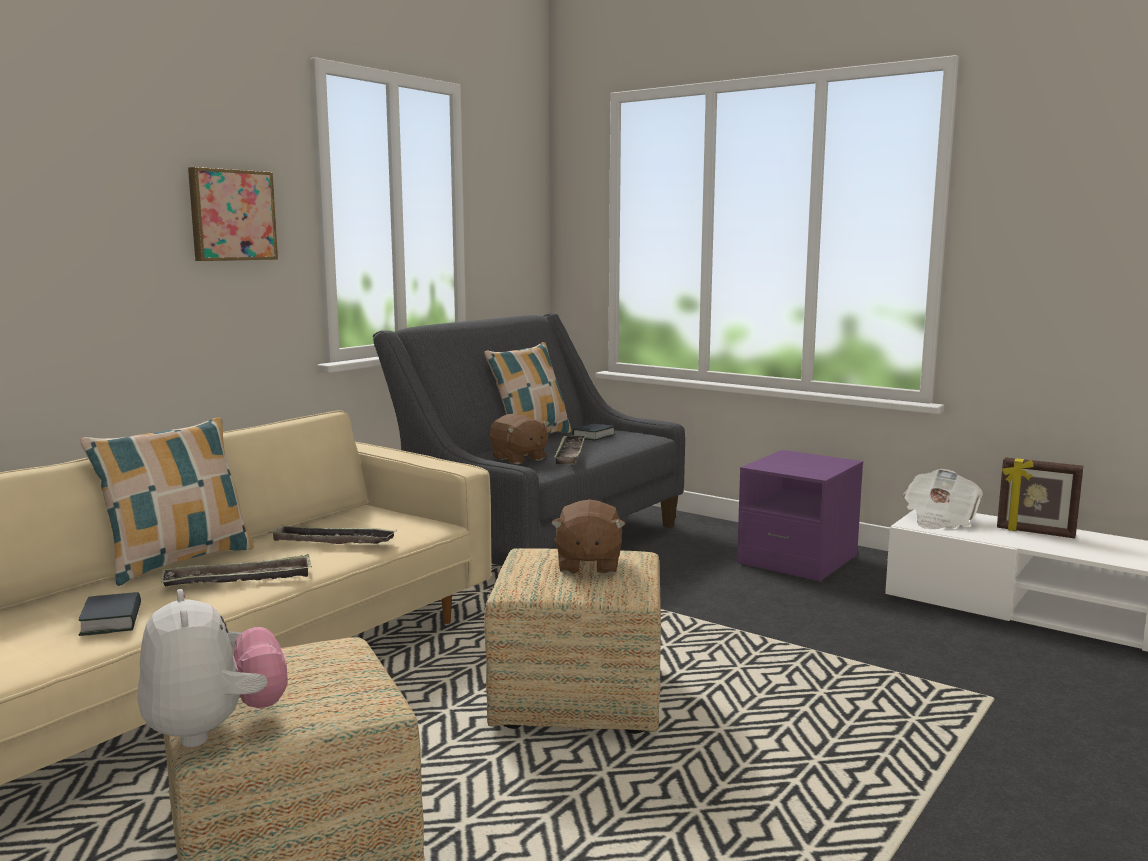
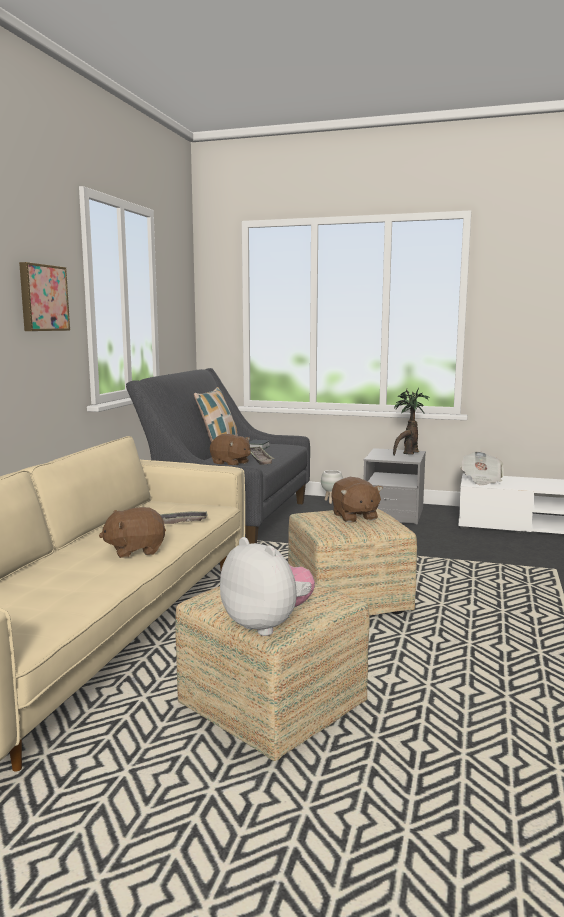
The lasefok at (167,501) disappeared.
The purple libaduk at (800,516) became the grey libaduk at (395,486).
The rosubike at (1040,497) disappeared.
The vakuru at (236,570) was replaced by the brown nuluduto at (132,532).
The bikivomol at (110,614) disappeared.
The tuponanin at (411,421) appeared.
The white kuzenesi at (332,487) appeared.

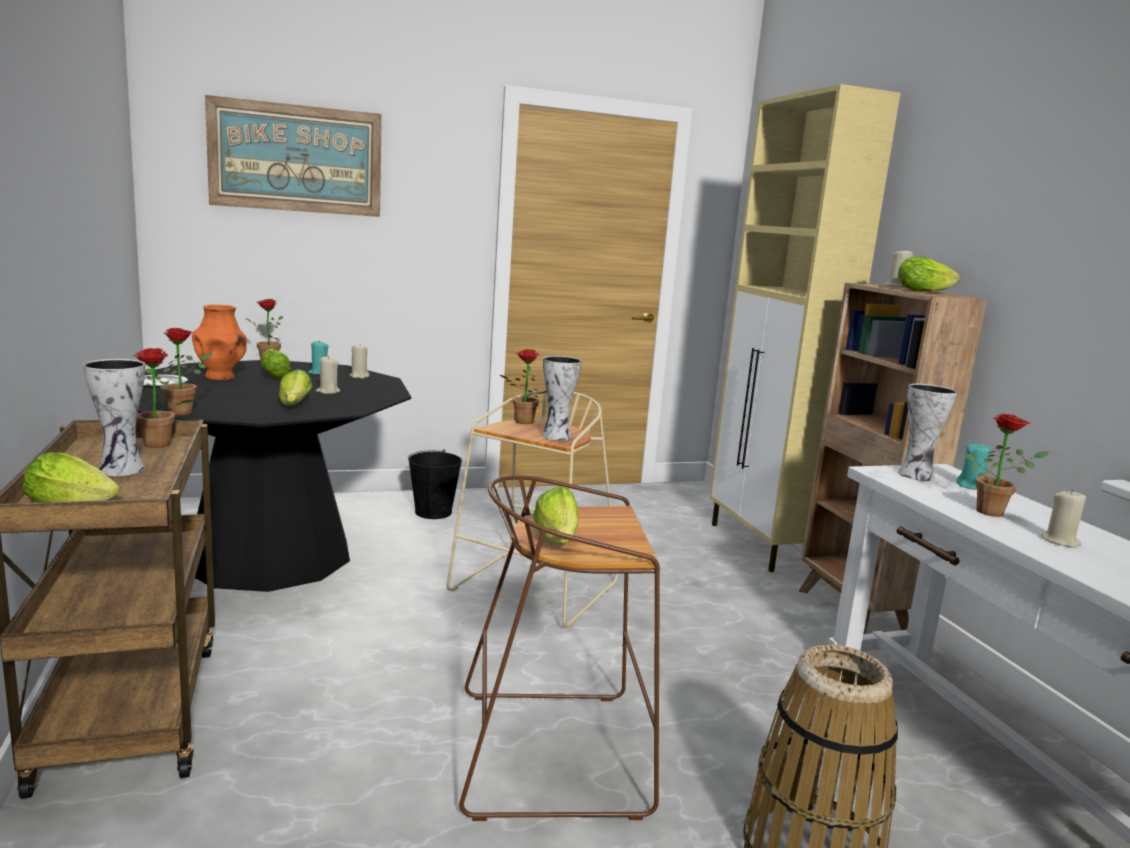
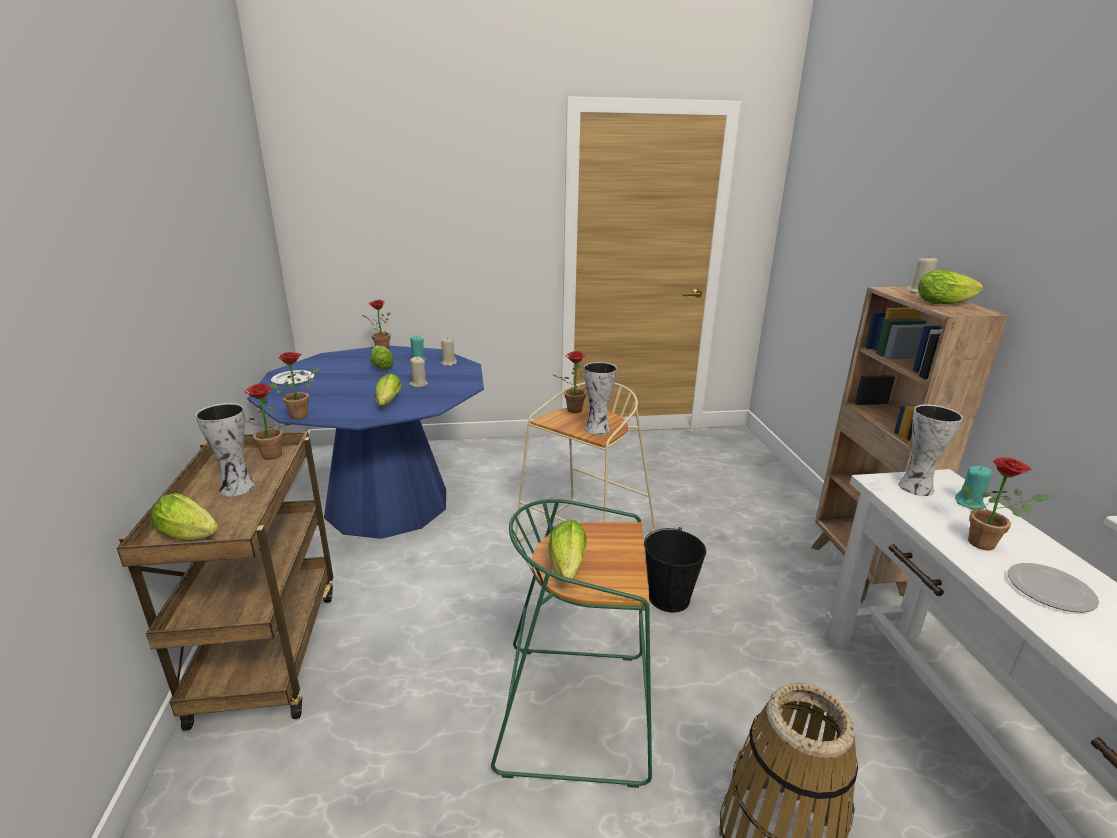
The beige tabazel at (804,328) disappeared.
The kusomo at (293,156) disappeared.
The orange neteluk at (219,342) disappeared.
The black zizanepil at (274,476) became the blue zizanepil at (365,442).
The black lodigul moved from (435,484) to (675,569).
The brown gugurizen at (559,648) became the green gugurizen at (571,643).
The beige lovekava at (1063,518) was replaced by the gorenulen at (1053,587).

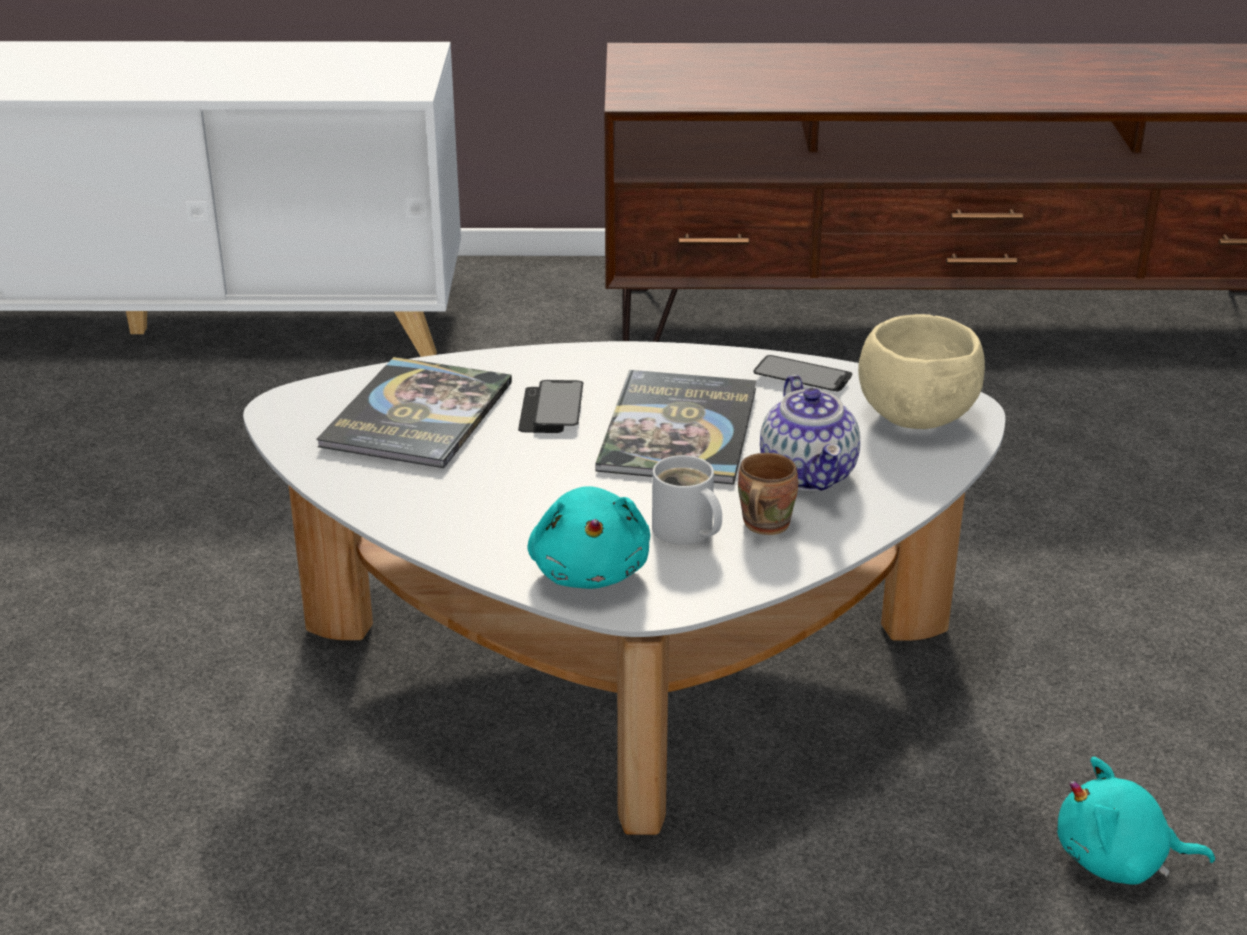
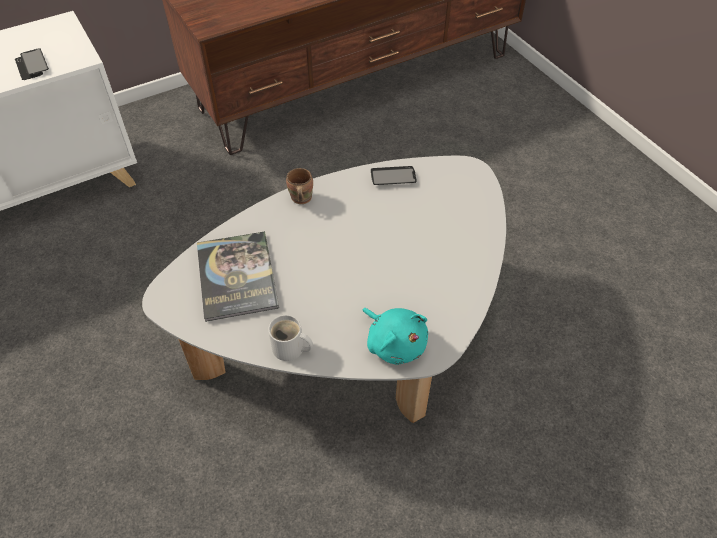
The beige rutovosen at (921,371) disappeared.
The bikivomol at (676,427) disappeared.
The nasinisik at (810,433) disappeared.
The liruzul moved from (550,406) to (32,64).
The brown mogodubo moved from (768,494) to (299,186).
The white mogodubo moved from (687,500) to (290,338).
The turquoise nuluduto at (1136,821) disappeared.

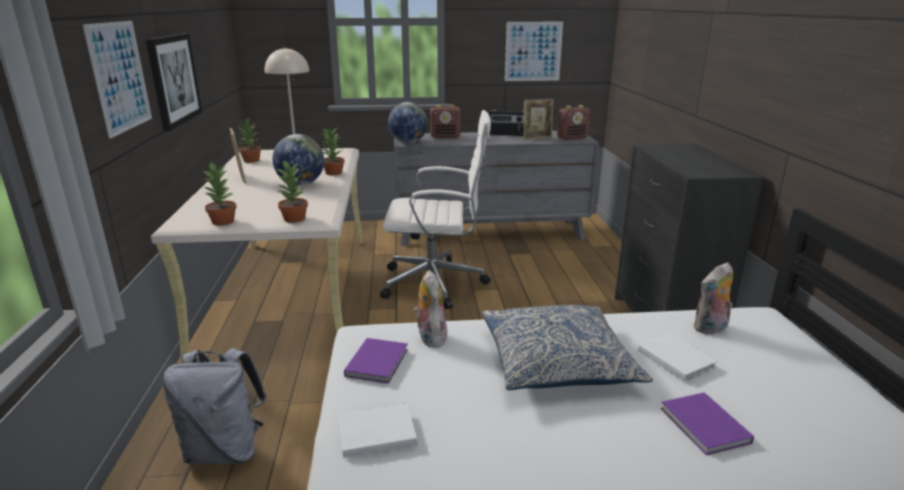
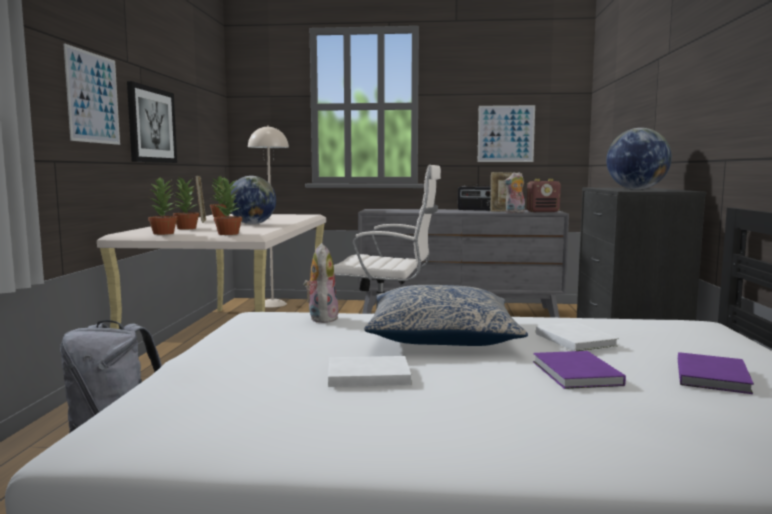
The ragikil moved from (408,122) to (639,159).
The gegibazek at (445,121) disappeared.
The tuponanin moved from (333,151) to (186,202).
The nuluduto moved from (713,298) to (514,192).
The purple bikivomol moved from (376,361) to (716,373).
The white bikivomol moved from (378,430) to (369,371).

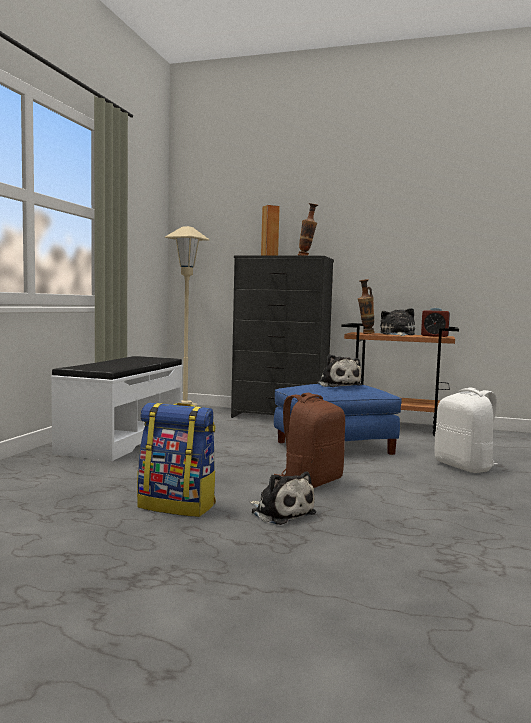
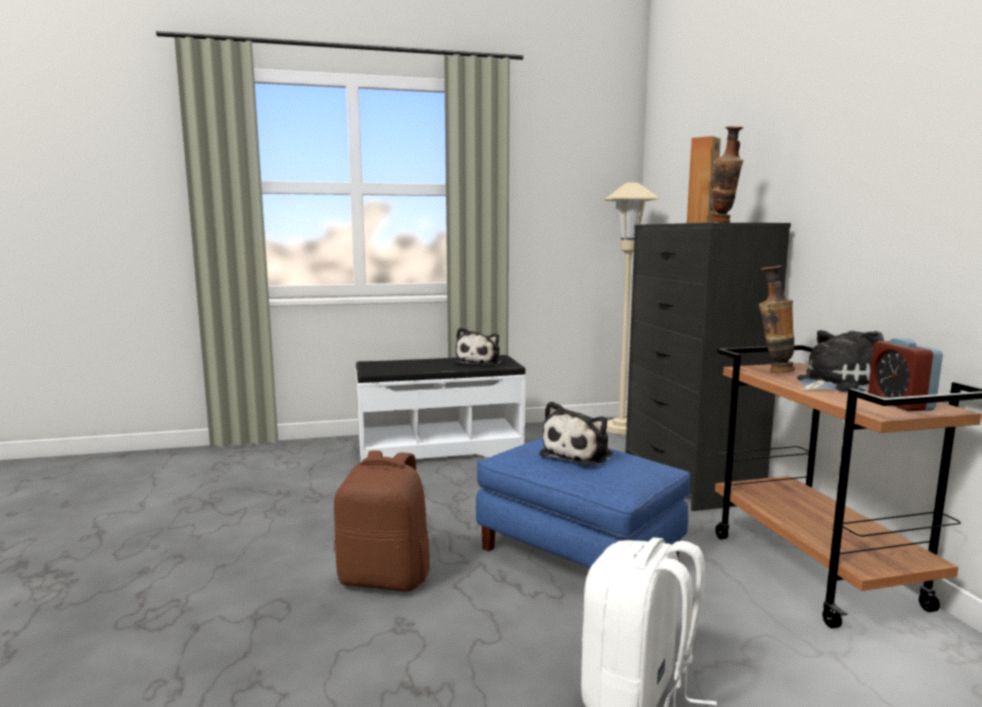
The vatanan at (176,460) disappeared.
The nuluduto moved from (283,498) to (478,346).

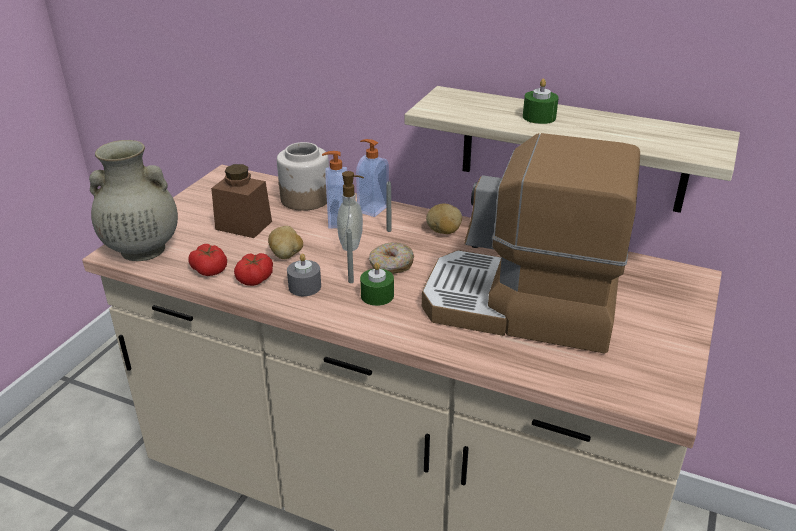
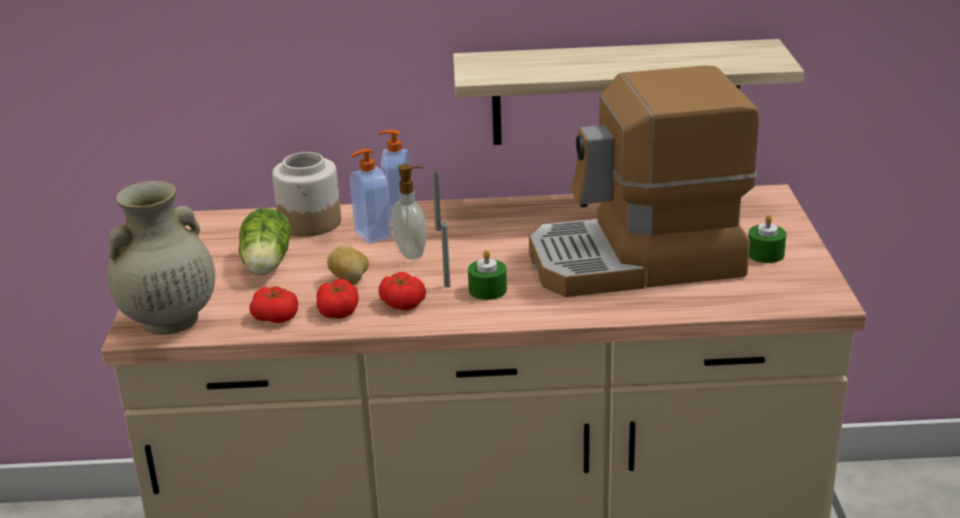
The green lovekava moved from (541,101) to (767,238).
The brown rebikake at (241,201) was replaced by the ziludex at (265,242).
The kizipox at (444,219) disappeared.
The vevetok at (391,258) disappeared.
The grey lovekava at (304,275) was replaced by the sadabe at (402,291).

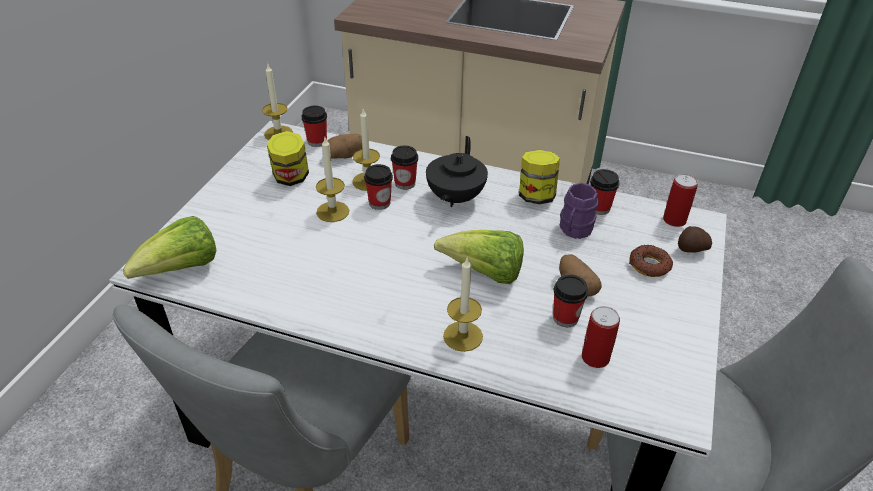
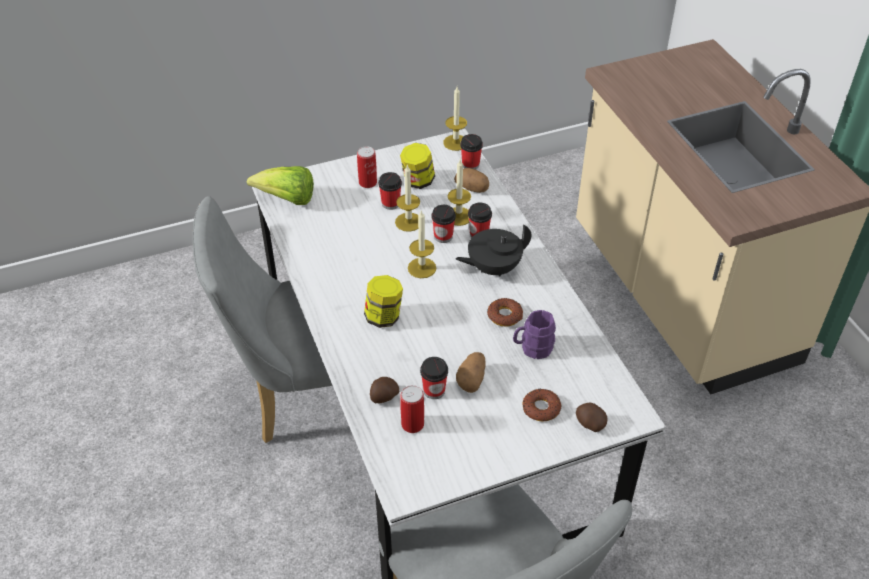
The rebikake moved from (539,177) to (383,301).
The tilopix moved from (604,192) to (390,191).
The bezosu moved from (680,200) to (367,167).
The ziludex at (479,257) disappeared.
The lovekava moved from (463,304) to (422,244).
The vevetok at (505,312) appeared.
The kizipox at (384,390) appeared.

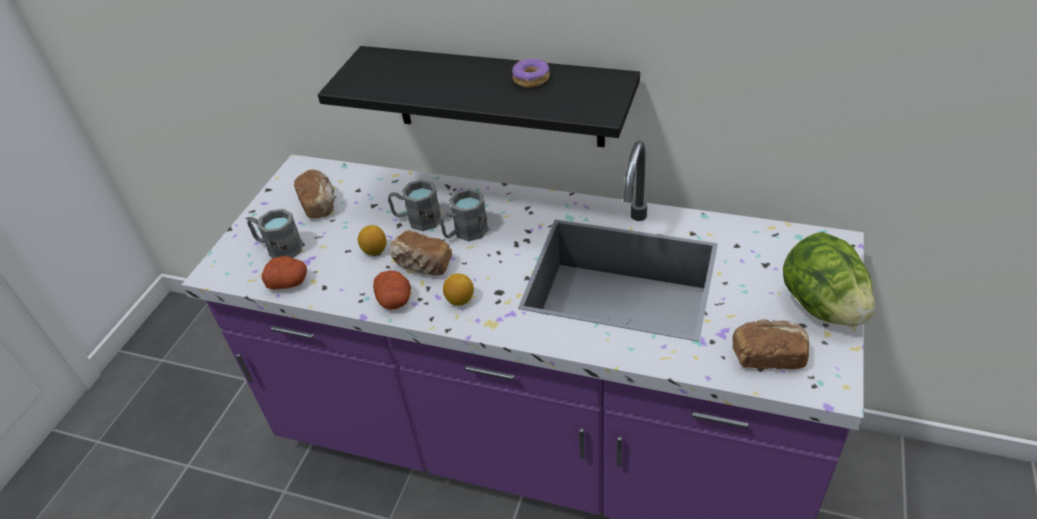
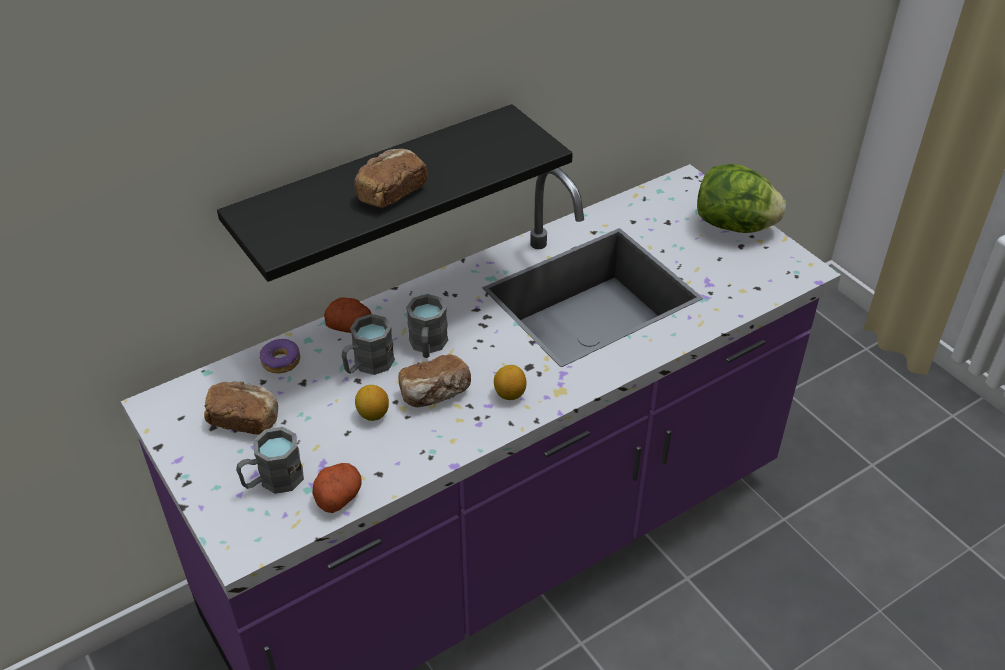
The vevetok moved from (531,73) to (279,356).
The kizipox moved from (392,290) to (347,315).
The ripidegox moved from (771,344) to (391,178).

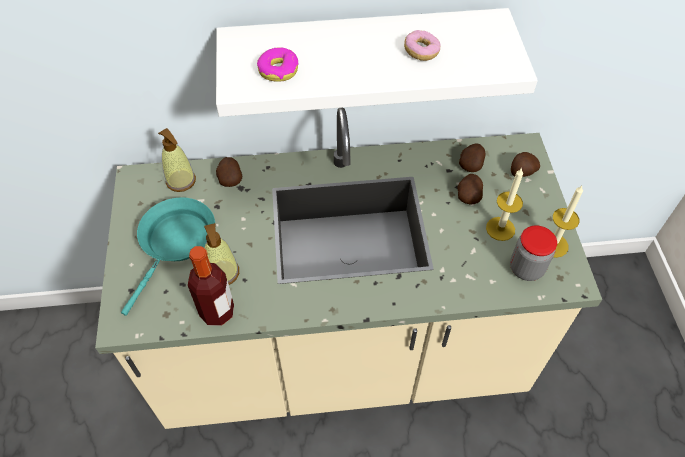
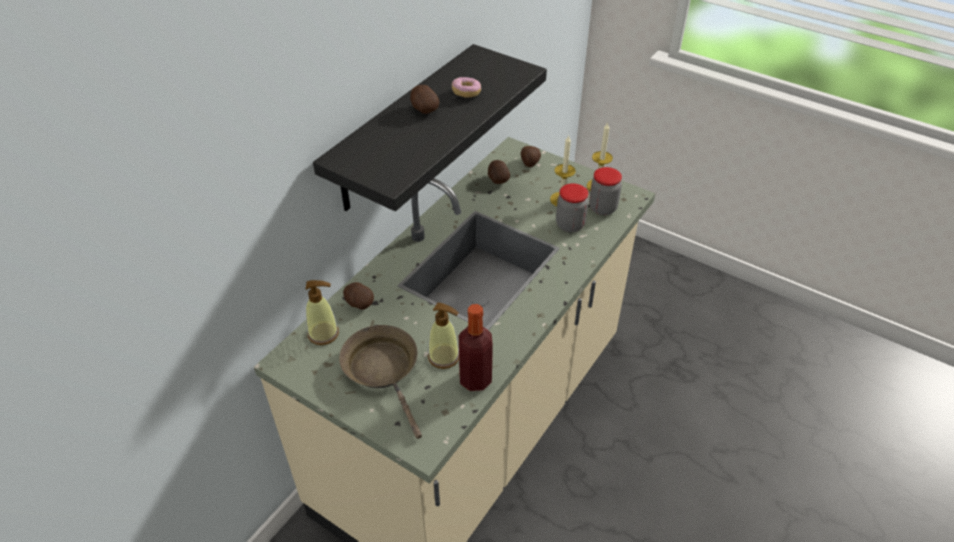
The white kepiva at (377,62) became the black kepiva at (430,127).
The vevetok at (277,64) disappeared.
The kizipox moved from (470,189) to (424,99).
The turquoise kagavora at (168,256) became the brown kagavora at (380,382).
The rebikake at (572,207) appeared.

